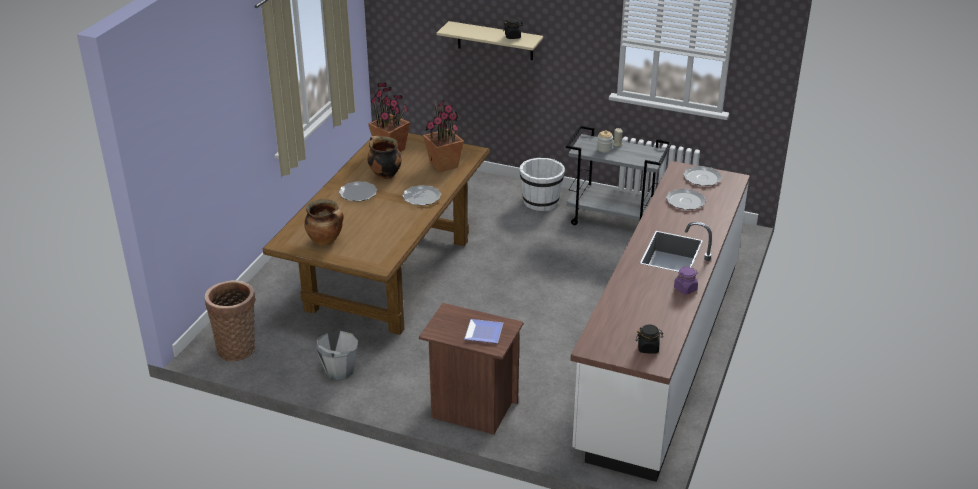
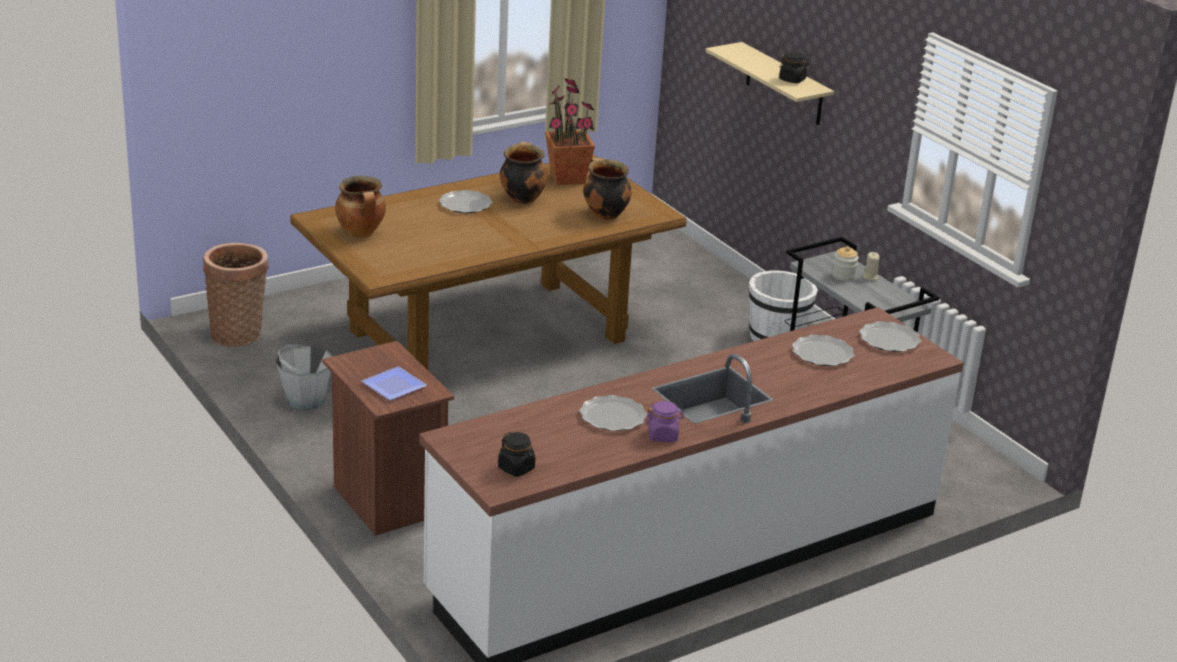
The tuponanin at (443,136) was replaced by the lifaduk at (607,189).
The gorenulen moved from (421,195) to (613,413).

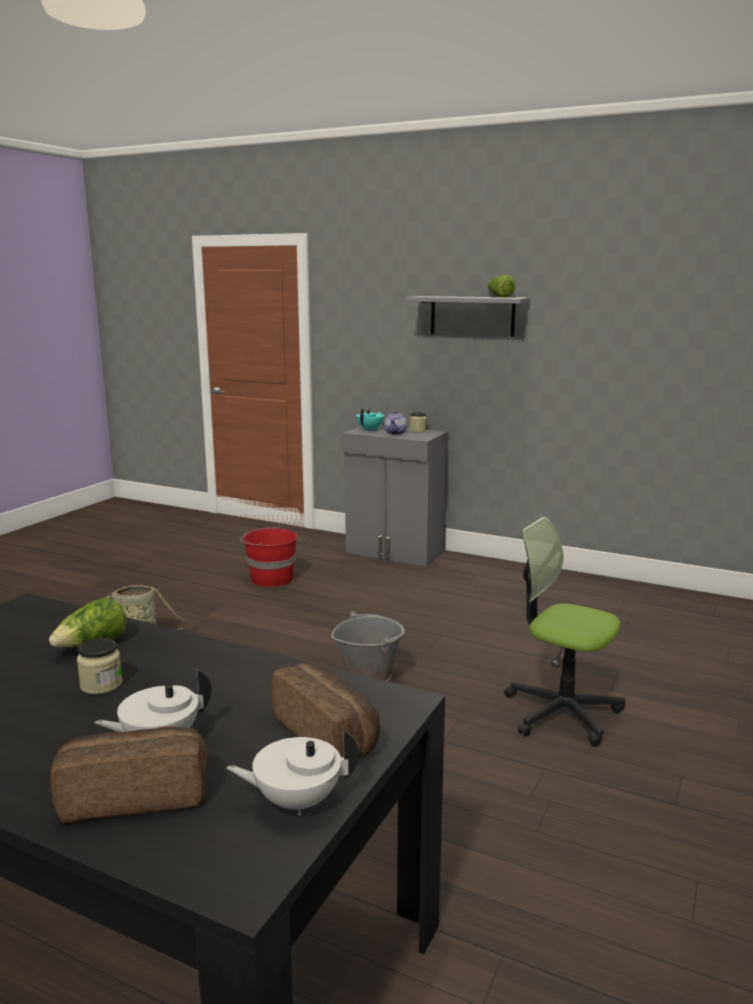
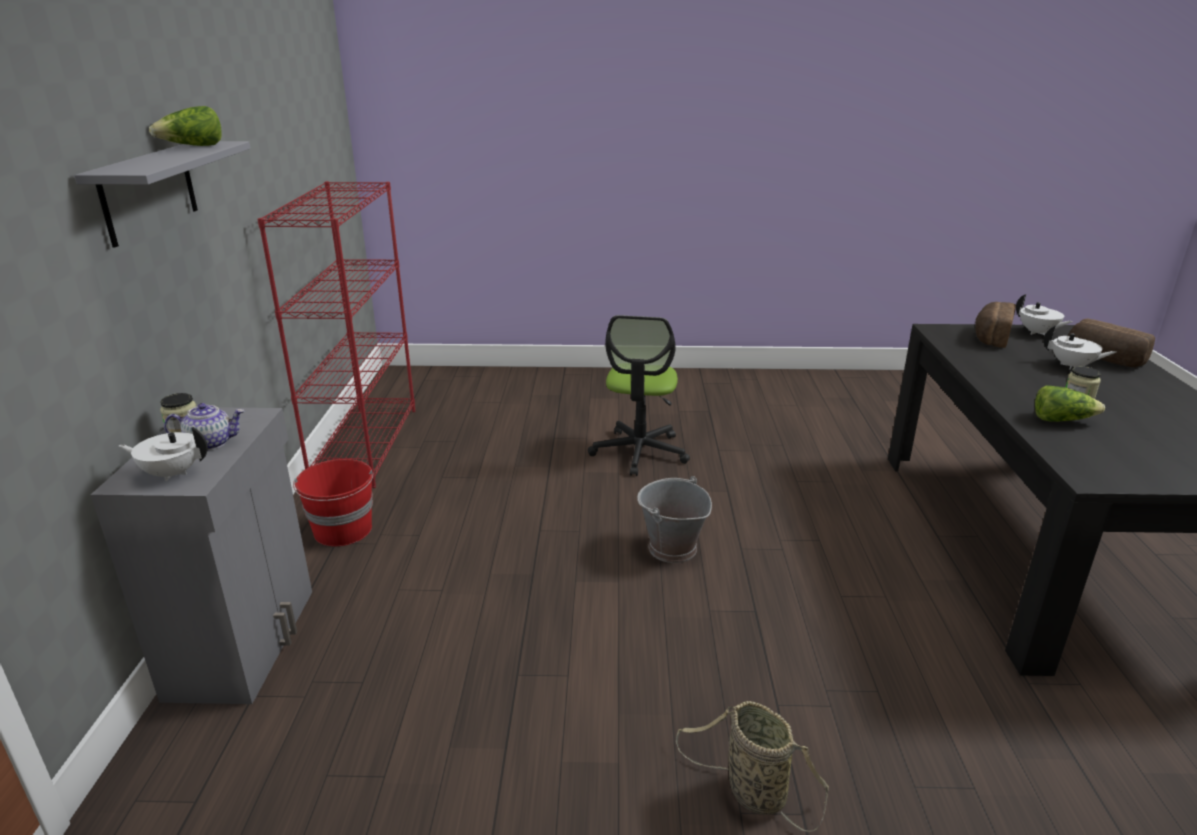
The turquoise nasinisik at (370,419) became the white nasinisik at (163,454).
The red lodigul moved from (269,556) to (333,502).
The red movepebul at (336,334) appeared.

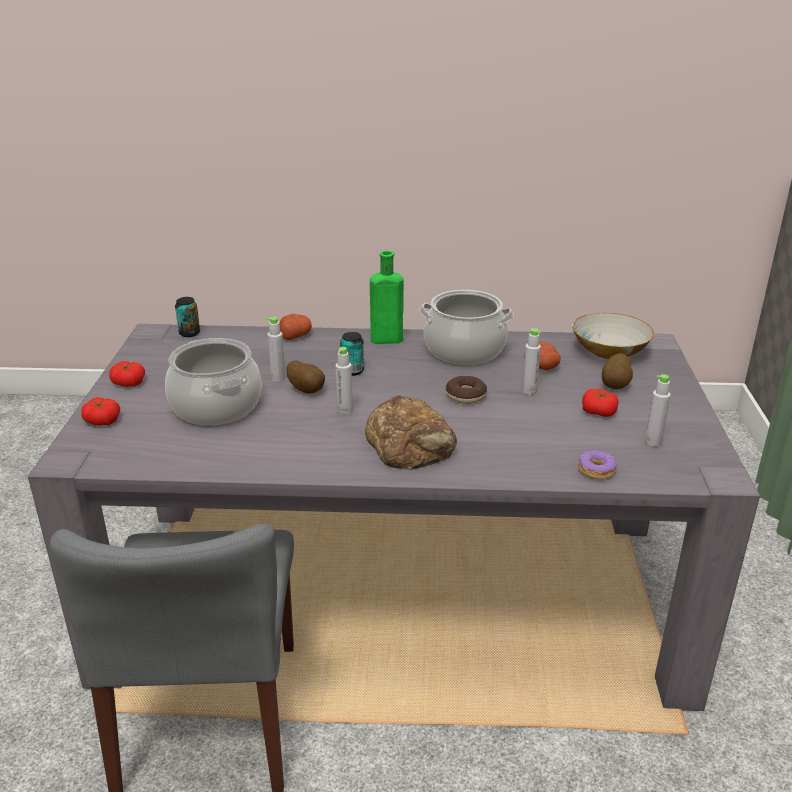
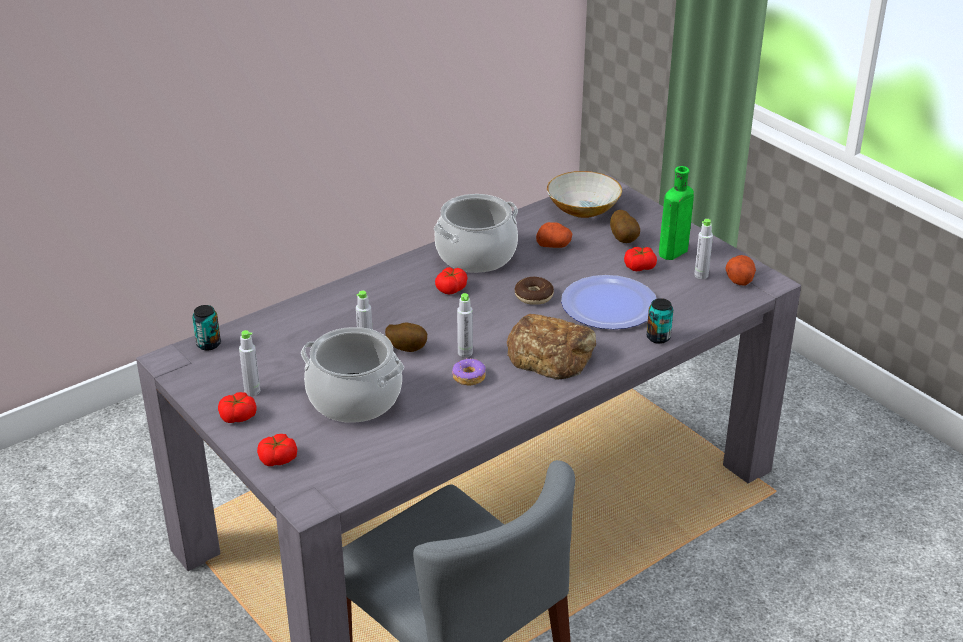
The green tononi moved from (387,297) to (676,213).
The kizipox moved from (295,327) to (740,270).
The grey tononi moved from (531,361) to (249,363).
The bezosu moved from (352,354) to (660,321).
The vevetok moved from (597,465) to (469,372).
The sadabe at (451,281) appeared.
The gorenulen at (609,302) appeared.

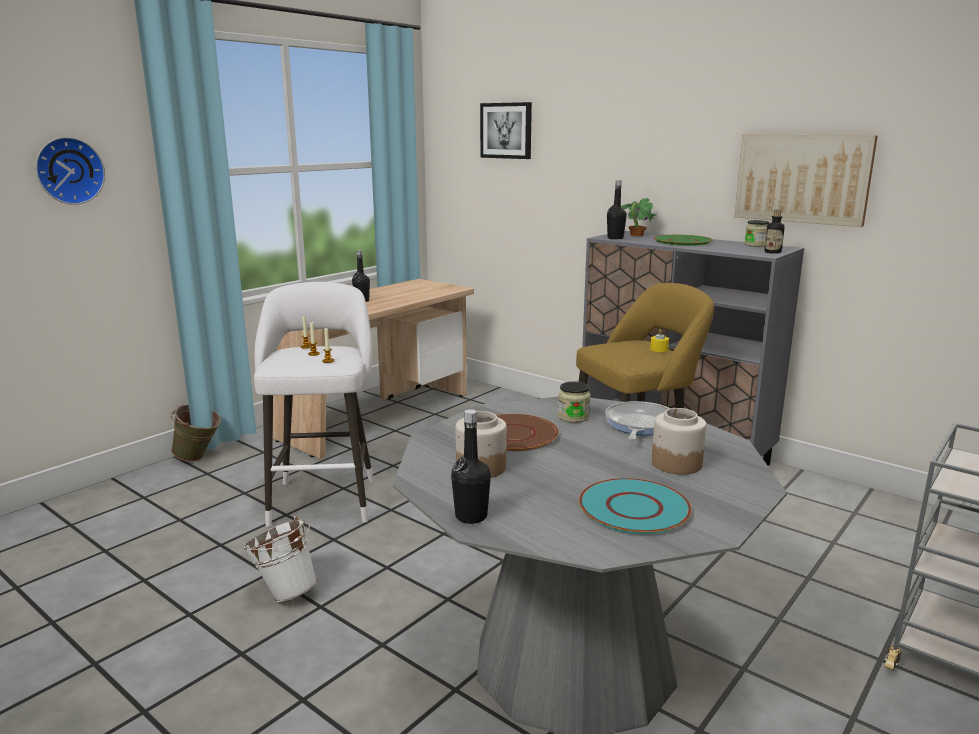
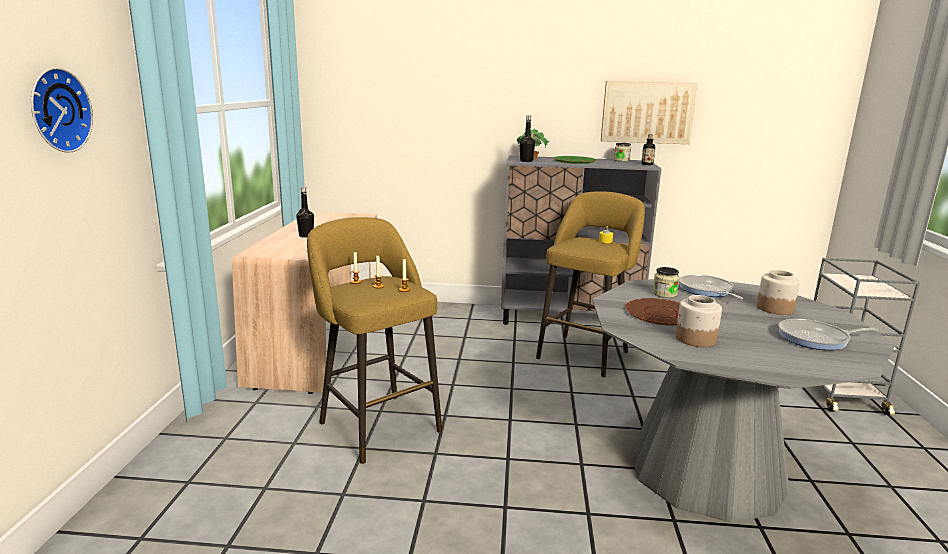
The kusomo at (506,130) disappeared.
The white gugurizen at (314,404) became the yellow gugurizen at (374,340).
The green lodigul at (196,433) disappeared.
The black tononi at (471,466) disappeared.
The turquoise gorenulen at (635,506) was replaced by the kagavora at (828,334).
The white lodigul at (280,559) disappeared.

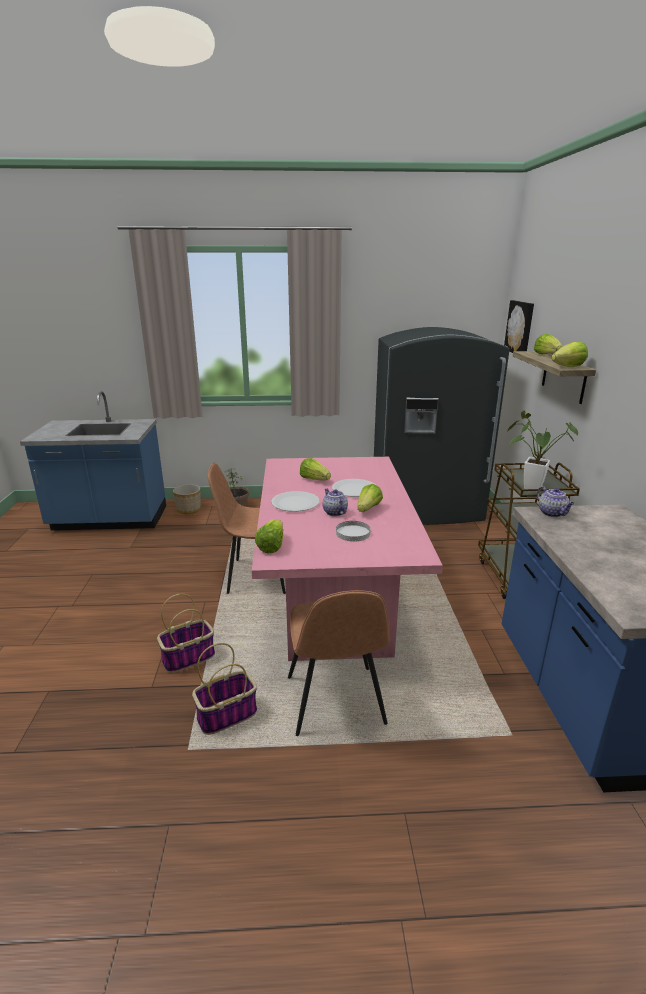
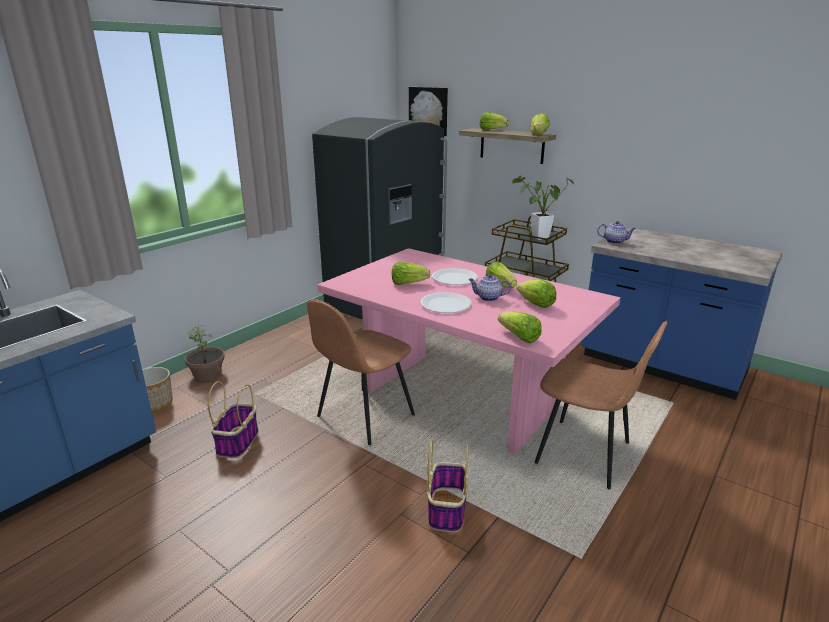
The white gorenulen at (353,531) was replaced by the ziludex at (536,293).
The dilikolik moved from (224,689) to (233,420).

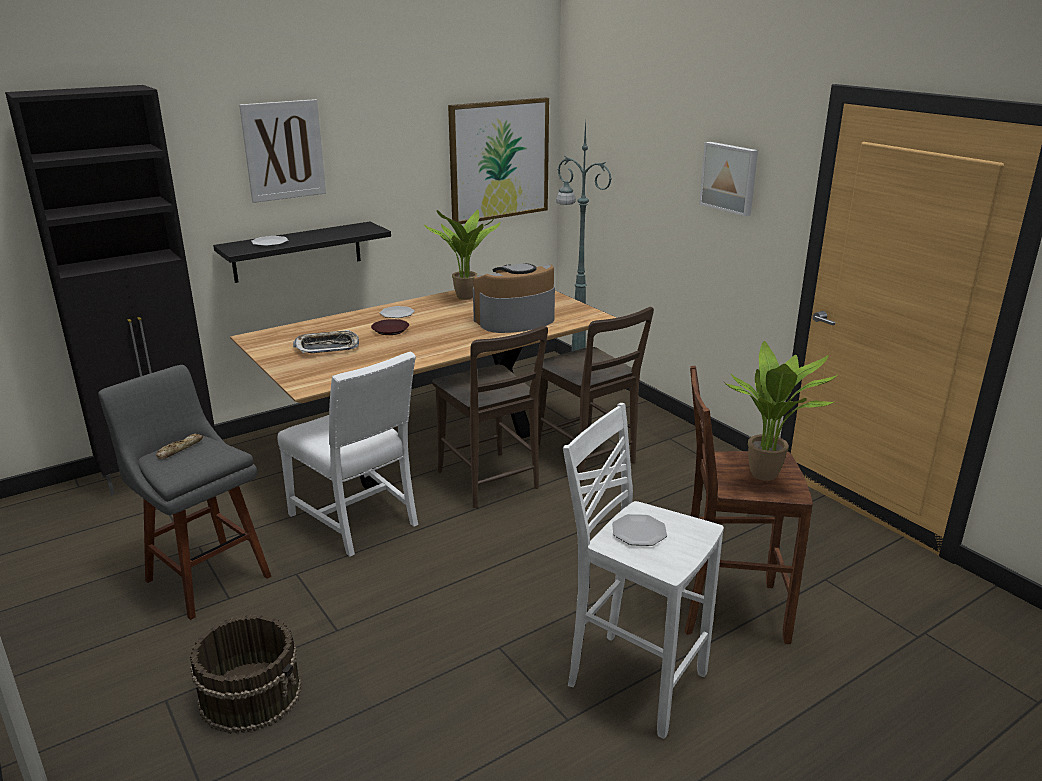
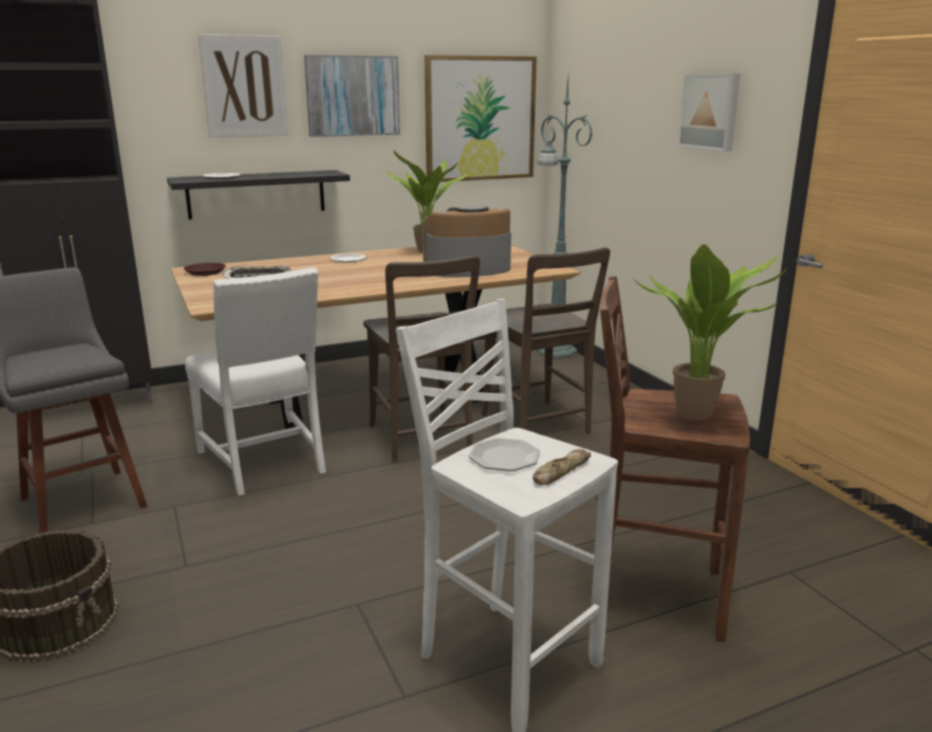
The brown gorenulen moved from (390,327) to (205,269).
The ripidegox moved from (179,446) to (562,467).
The kusomo at (352,96) appeared.

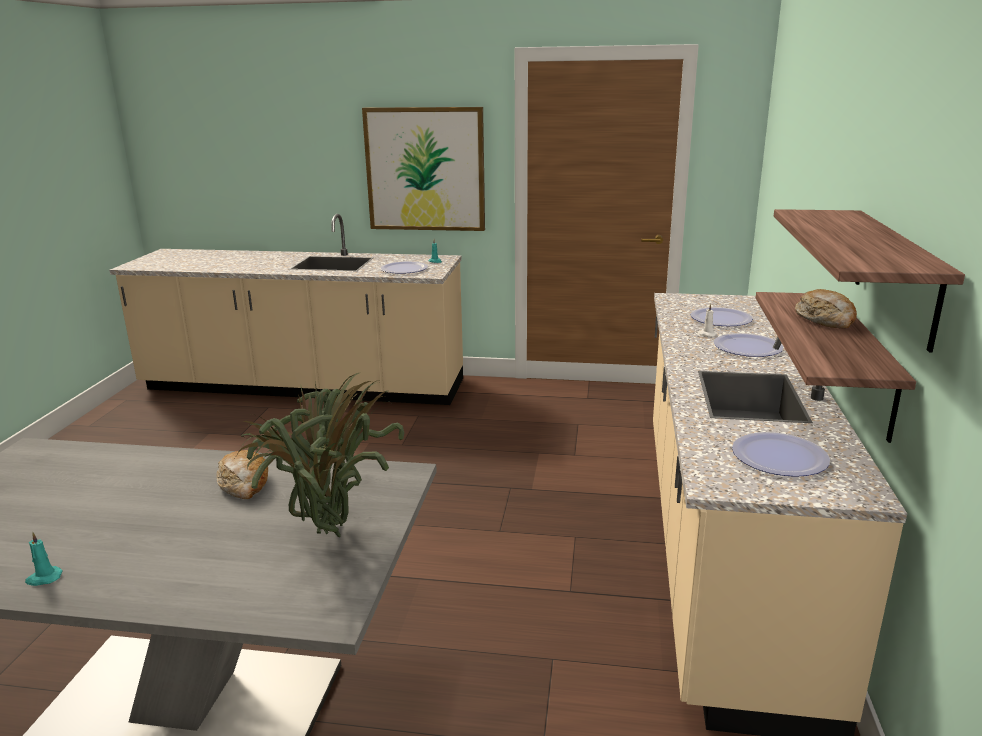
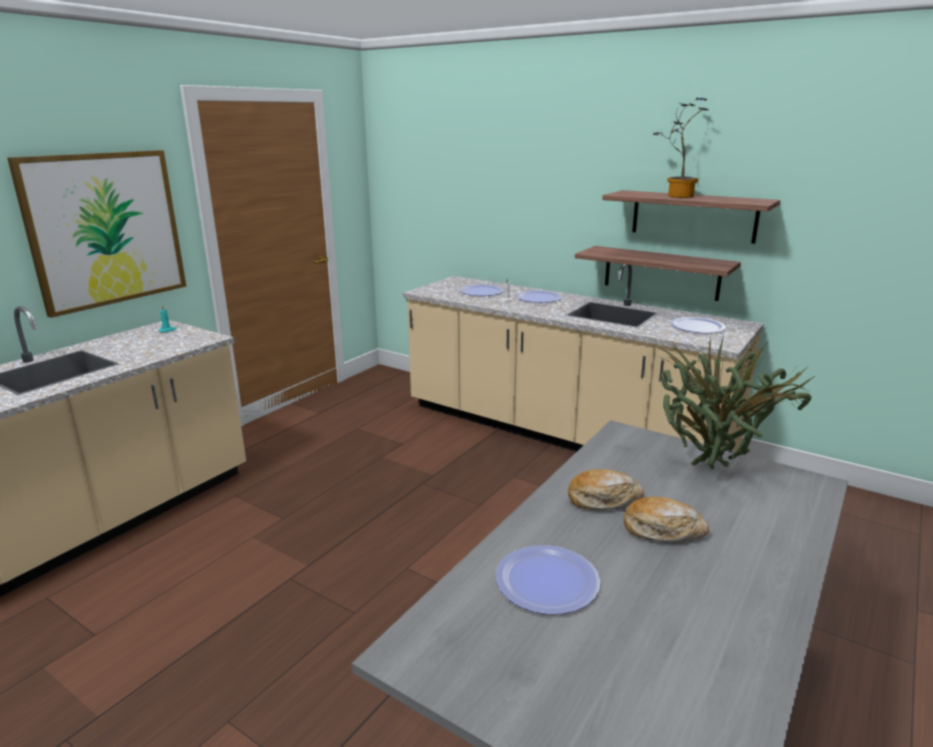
The gorenulen moved from (404,267) to (548,579).
The ripidegox moved from (826,309) to (666,519).
The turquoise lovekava at (44,559) disappeared.
The tuponanin at (681,148) appeared.

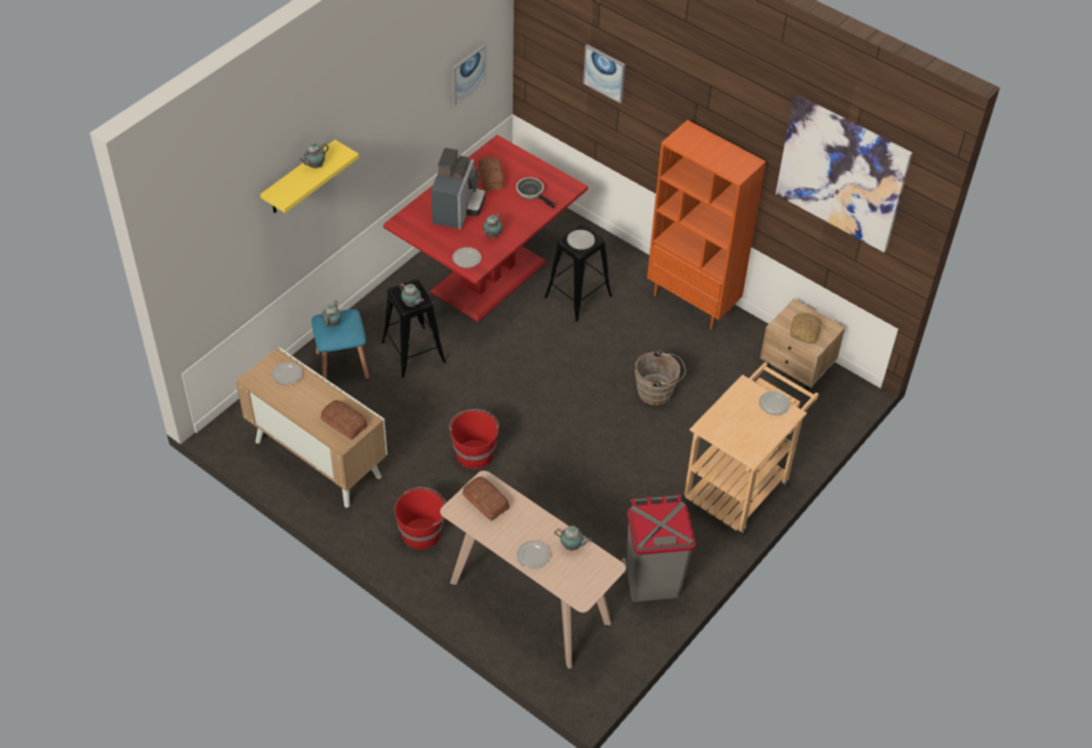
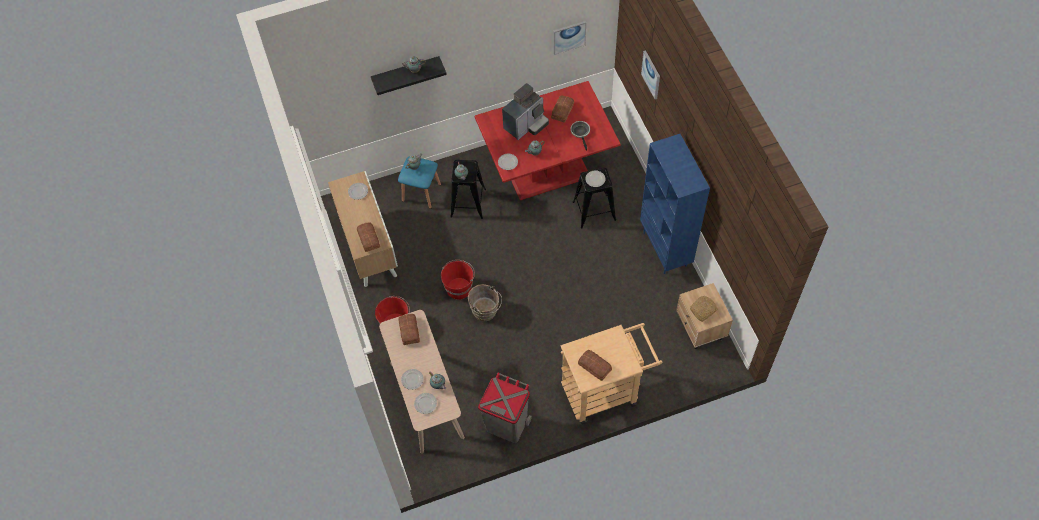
The kusomo at (844,173) disappeared.
The orange movepebul at (706,224) became the blue movepebul at (675,204).
The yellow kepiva at (309,176) became the black kepiva at (409,75).
The brown lodigul moved from (660,377) to (485,302).
The gorenulen moved from (774,403) to (425,403).
The ripidegox at (595,365) appeared.

